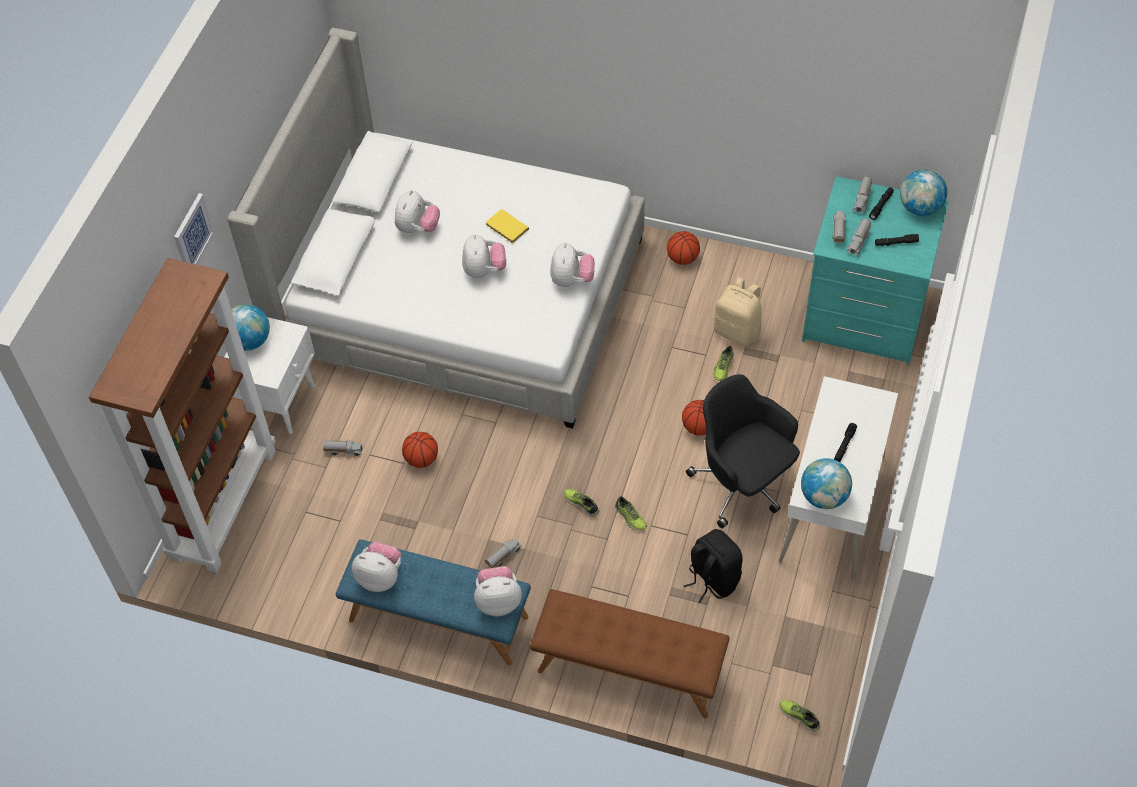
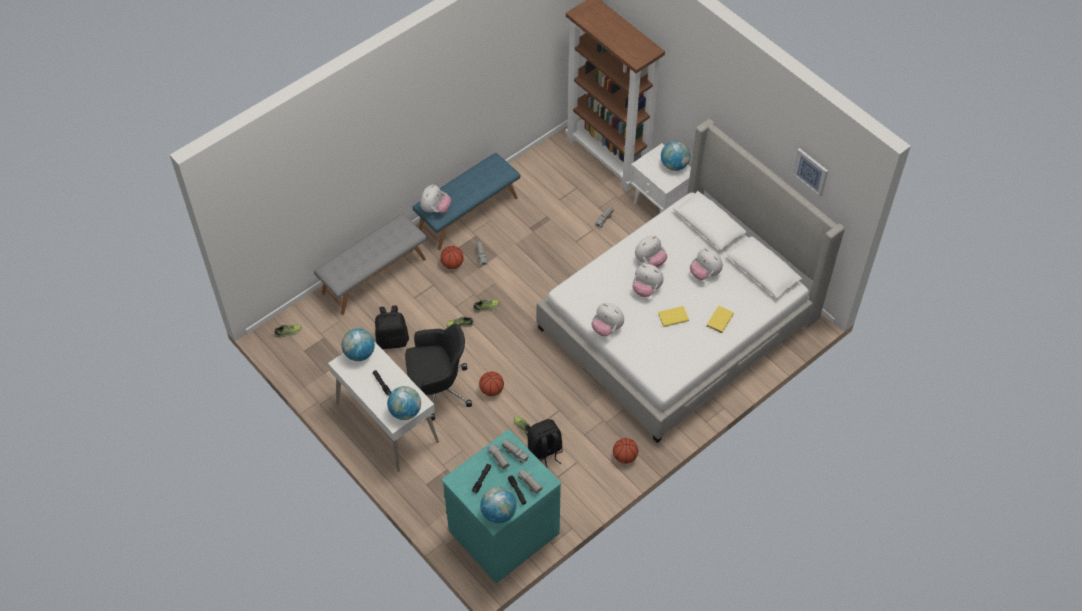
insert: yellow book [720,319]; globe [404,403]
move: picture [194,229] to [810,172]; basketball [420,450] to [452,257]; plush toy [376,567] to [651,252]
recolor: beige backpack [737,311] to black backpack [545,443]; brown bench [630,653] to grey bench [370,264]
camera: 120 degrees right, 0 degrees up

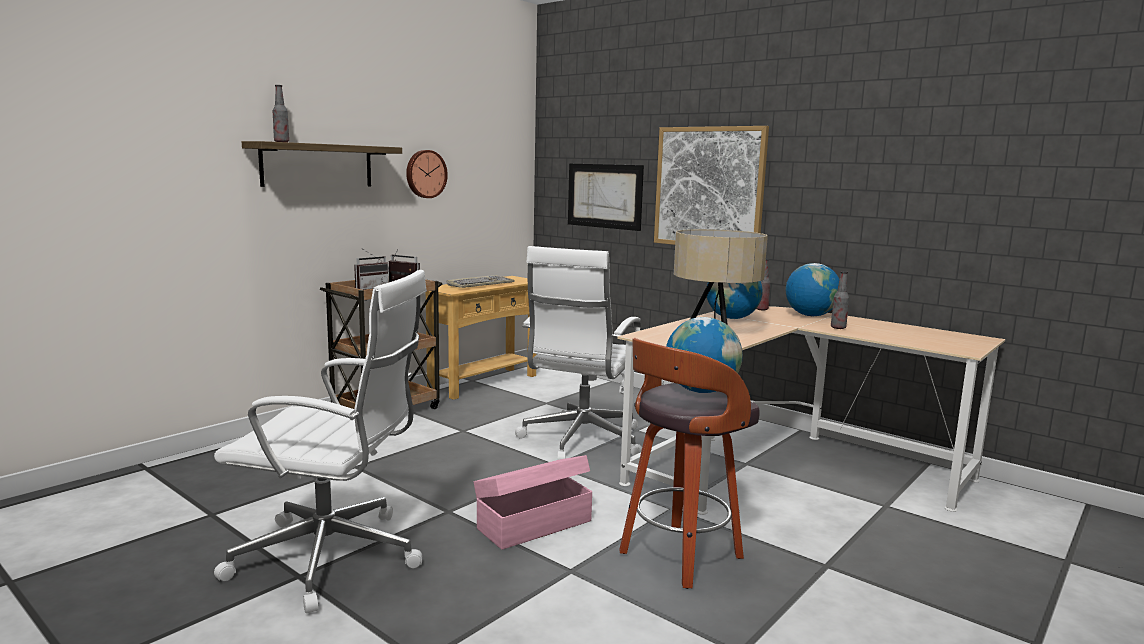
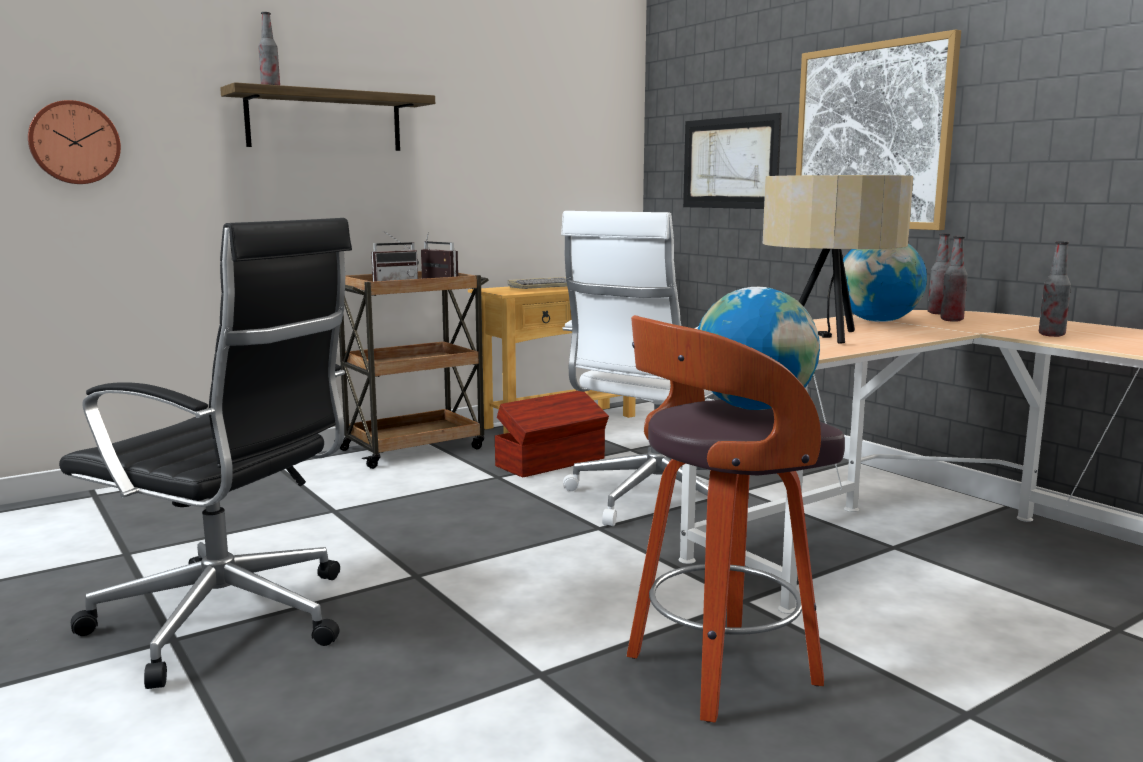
delete: globe [813,289]; pink storage box [533,502]
insert: bottle [954,279]; brown storage box [552,434]
move: wall clock [427,174] to [74,142]
recolor: white office chair [320,441] to black office chair [205,453]
camera: 15 degrees right, 0 degrees up

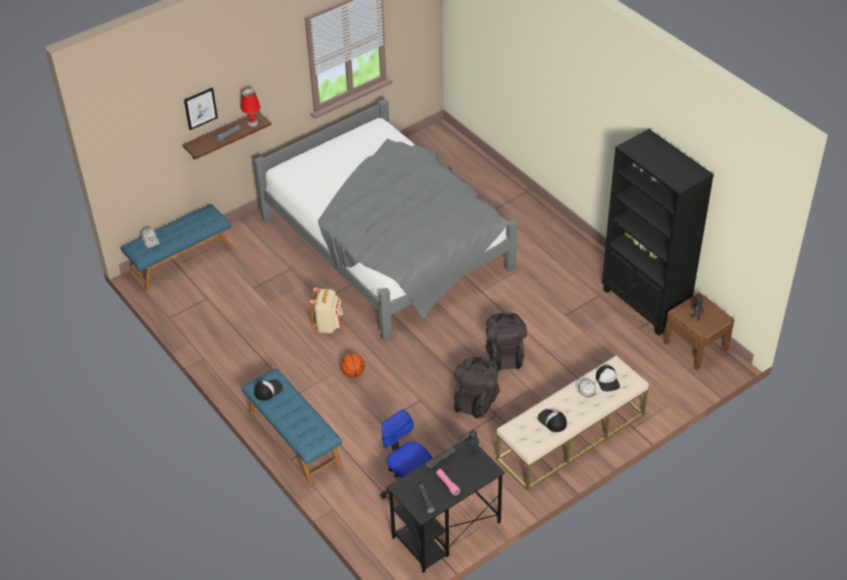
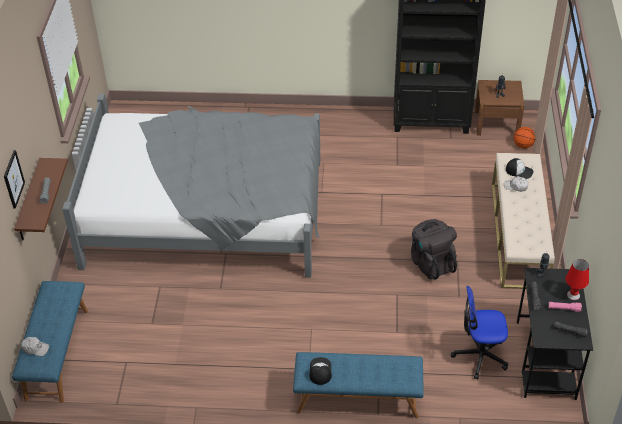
delete: beige backpack [326,310]; black backpack [506,341]; cap [552,420]
move: red table lamp [250,108] to [577,279]; basketball [353,365] to [524,137]
camera: 50 degrees left, 0 degrees up

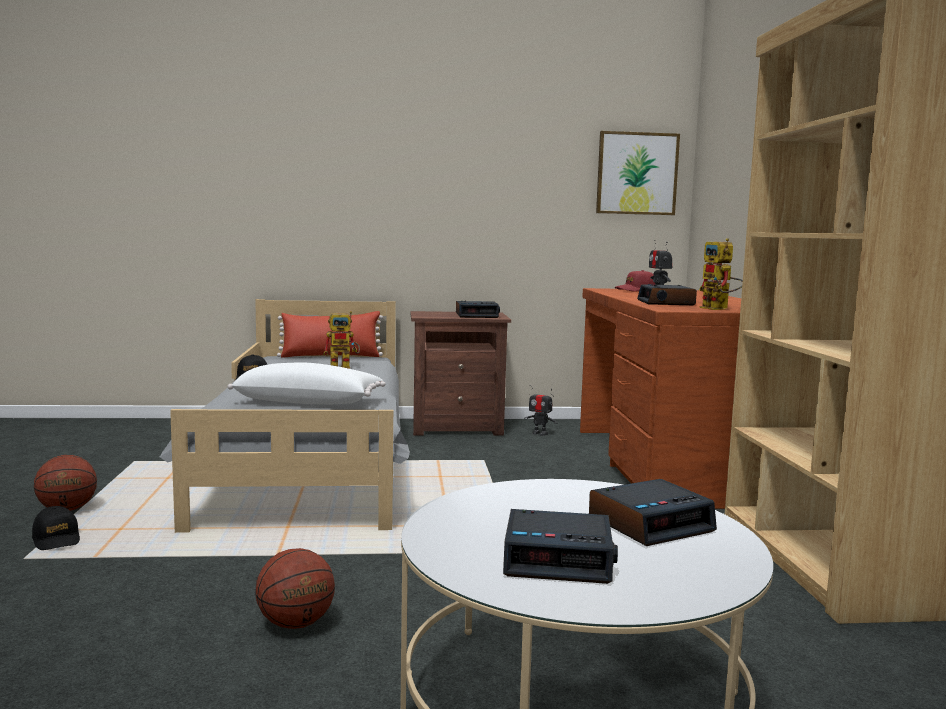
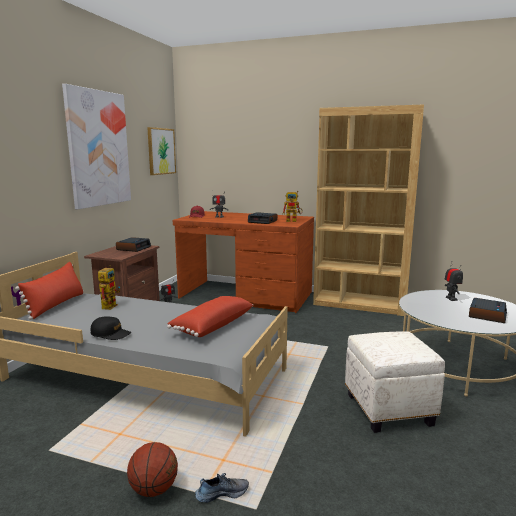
insert: picture [96,146]
replace: alarm clock [653,512] to toy robot [454,281]; black cap [56,528] to shoe [222,488]; basketball [295,588] to white ottoman [395,382]
recolor: white pillow [306,383] to red pillow [210,316]
camera: 65 degrees left, 5 degrees up

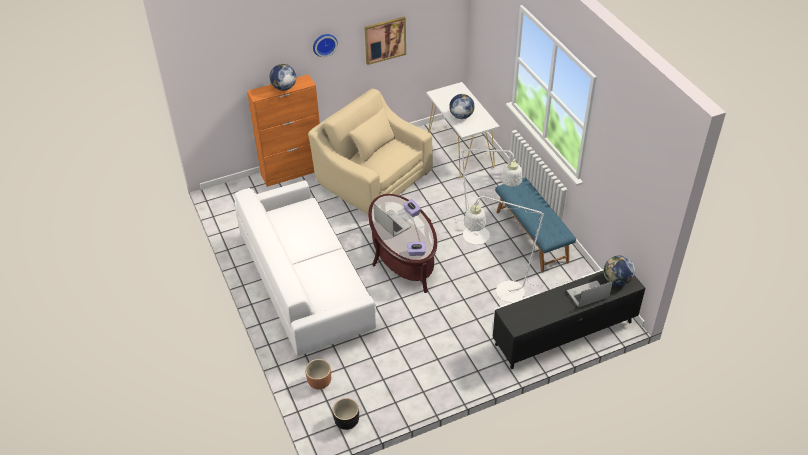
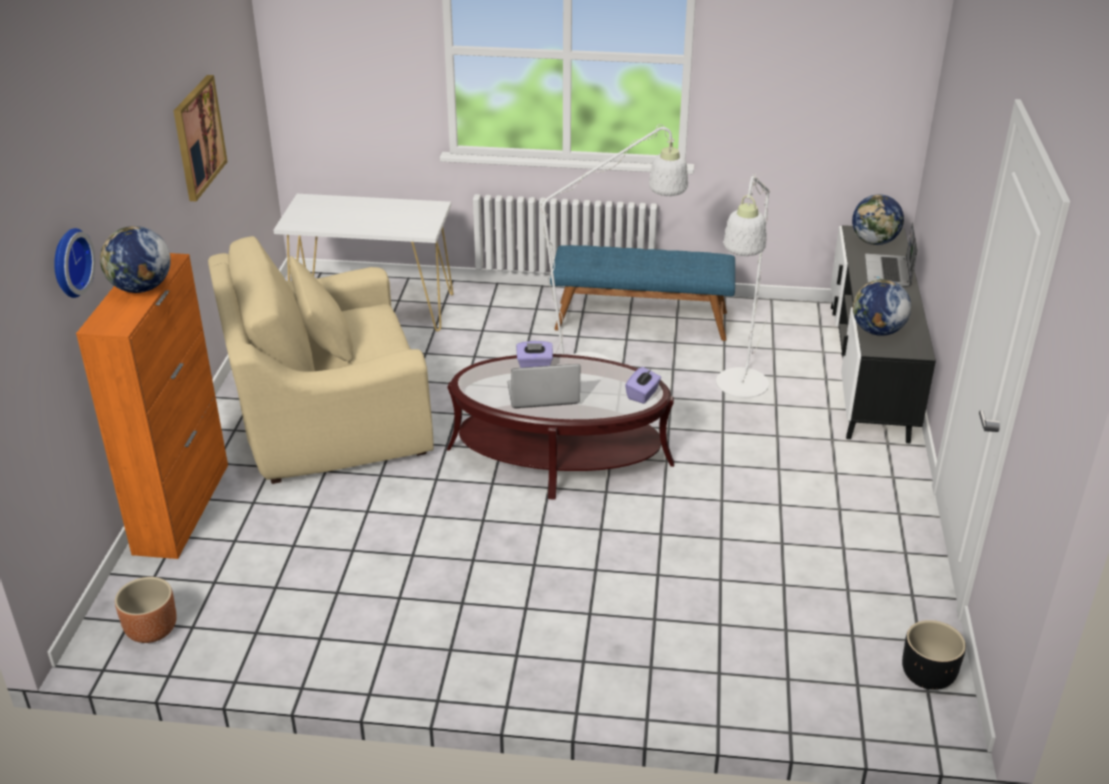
delete: white sofa [305,268]
move: wall clock [325,45] to [75,263]; globe [462,106] to [882,307]; brown planter [318,374] to [146,610]
camera: 60 degrees left, 10 degrees down

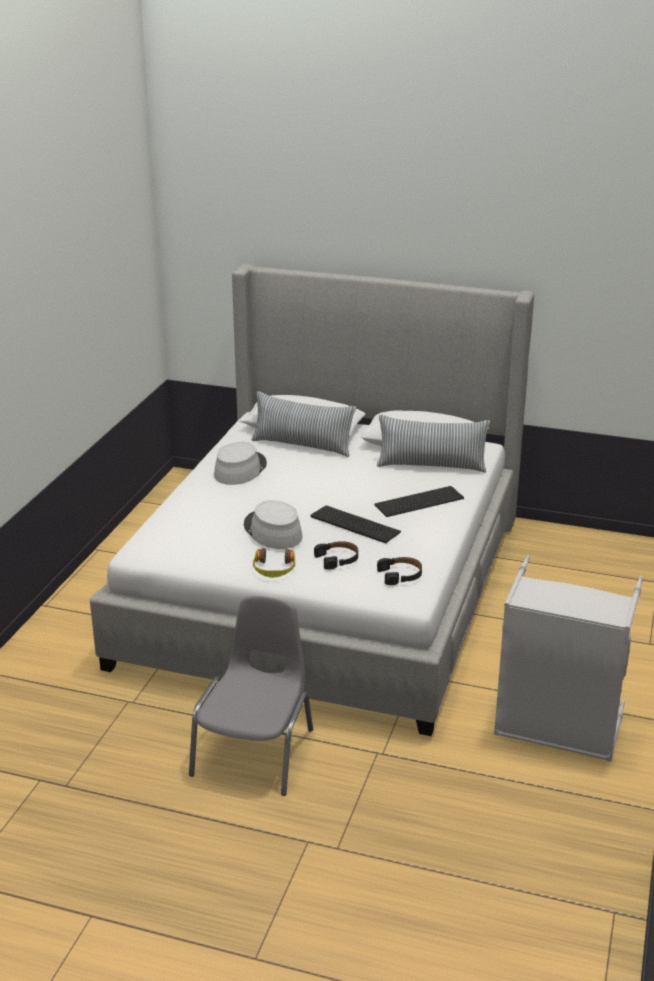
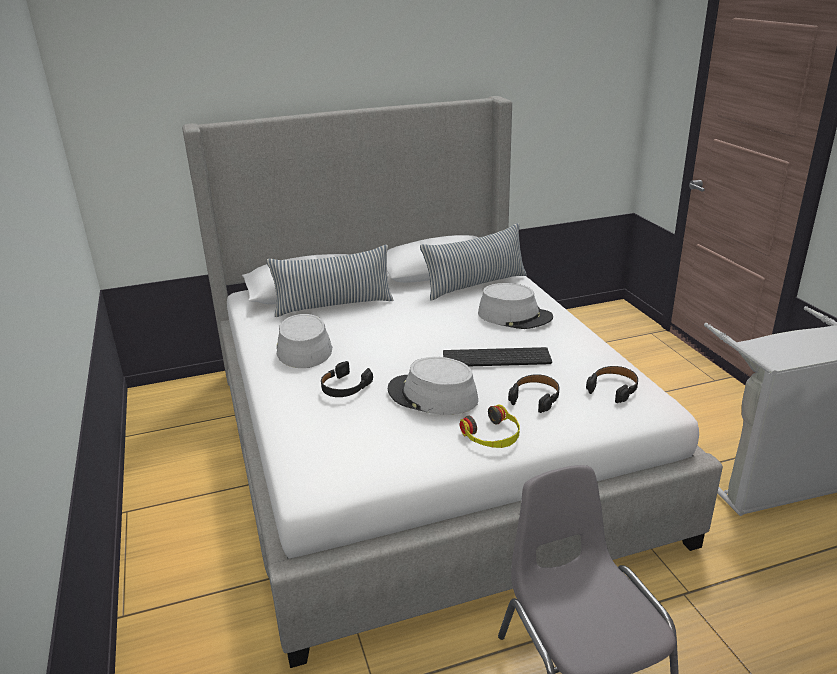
insert: black headphones [347,379]
replace: keyboard [419,501] to grey hat [515,306]
camera: 35 degrees left, 0 degrees up

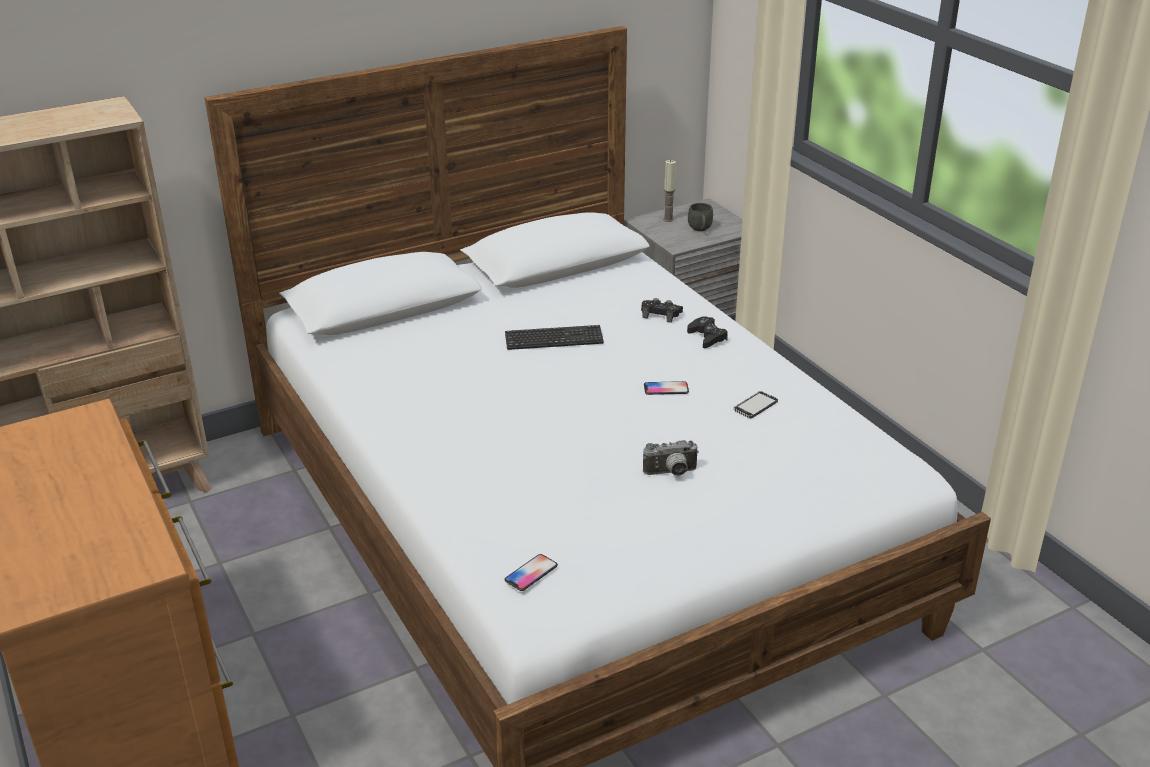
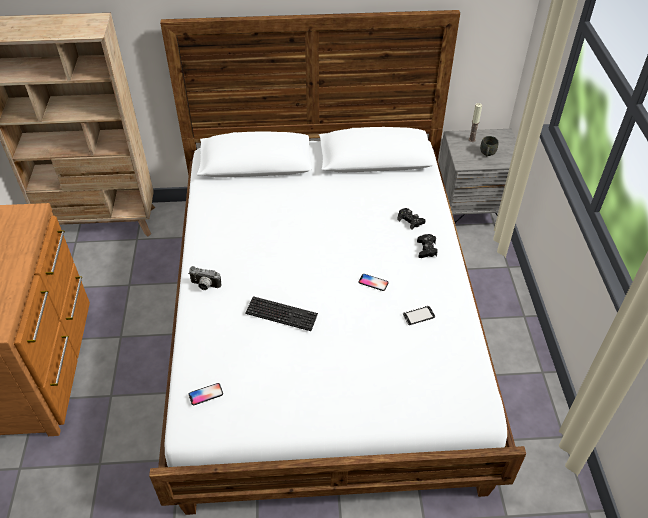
move: keyboard [554,337] to [281,313]; photo camera [671,458] to [204,278]
camera: 25 degrees right, 15 degrees up

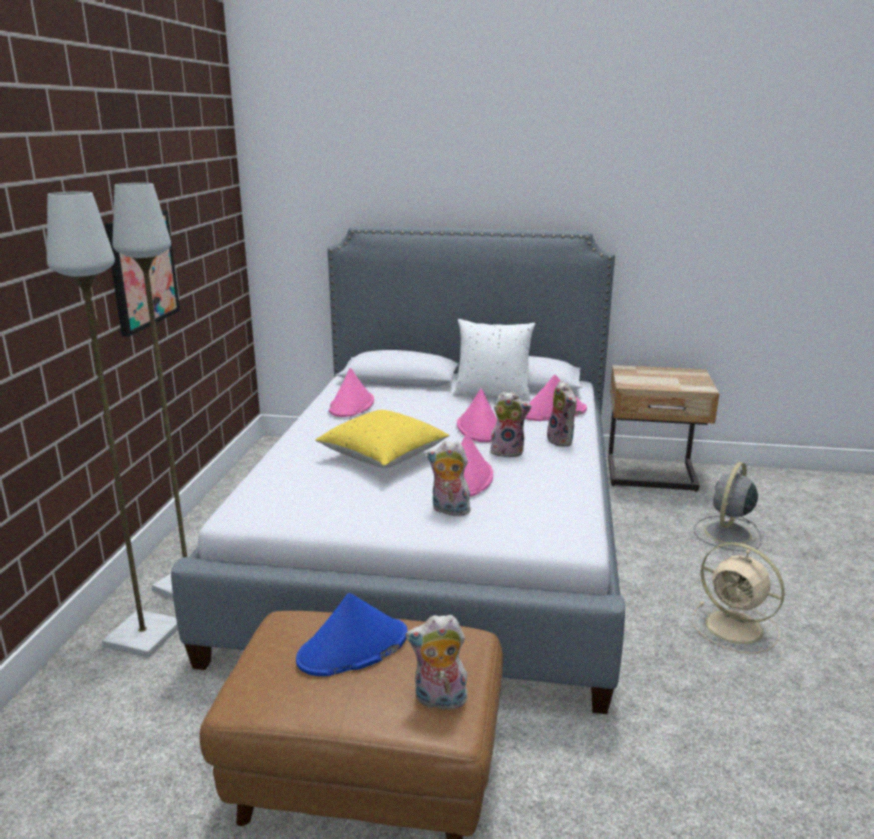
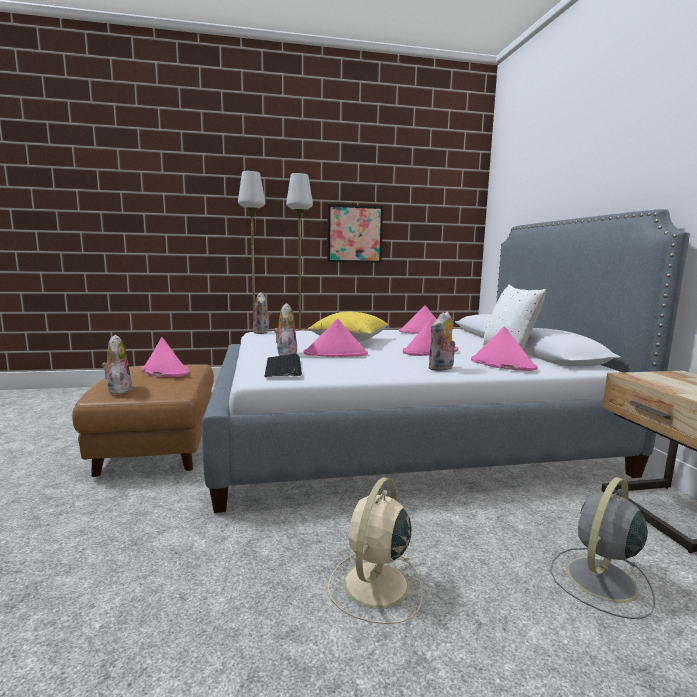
insert: keyboard [283,365]
move: plush toy [511,424] to [262,313]
recolor: blue hat [351,634] to pink hat [165,357]
rotate: grey fan [727,507] = [602,548] 60 degrees counterclockwise
camera: 70 degrees right, 10 degrees down

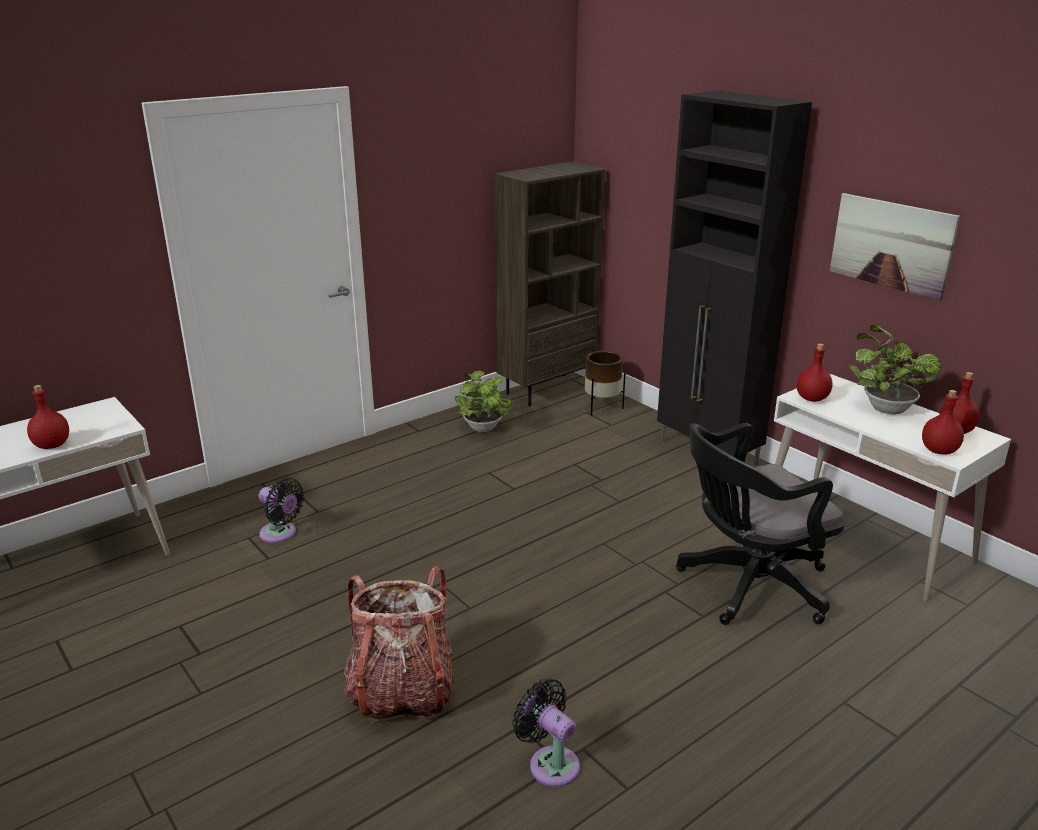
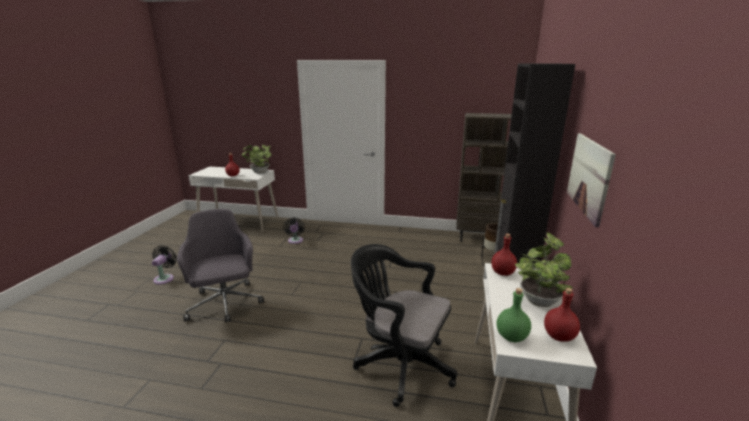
move: potted plant [483,401] to [256,159]; black fan [546,732] to [164,265]
replace: backpack [399,645] to grey office chair [220,266]
recolor: red bottle [943,422] to green bottle [514,315]
camera: 50 degrees right, 5 degrees down

